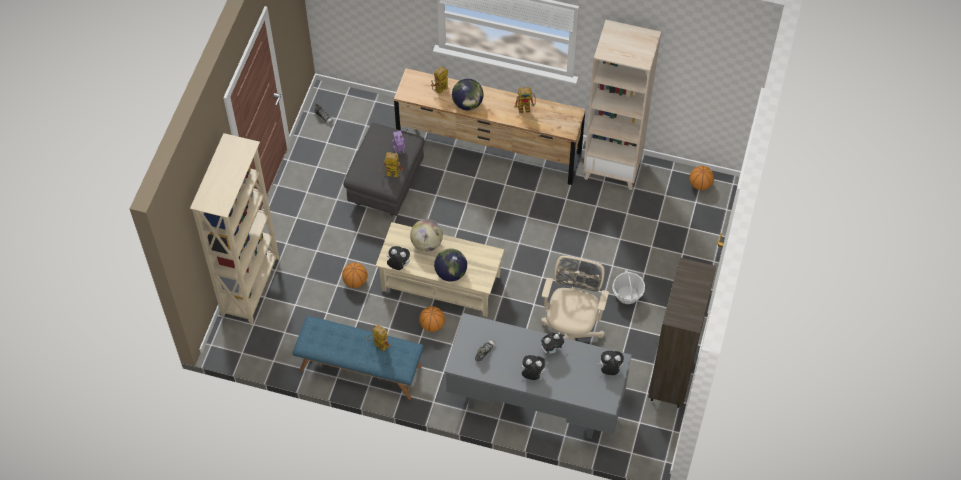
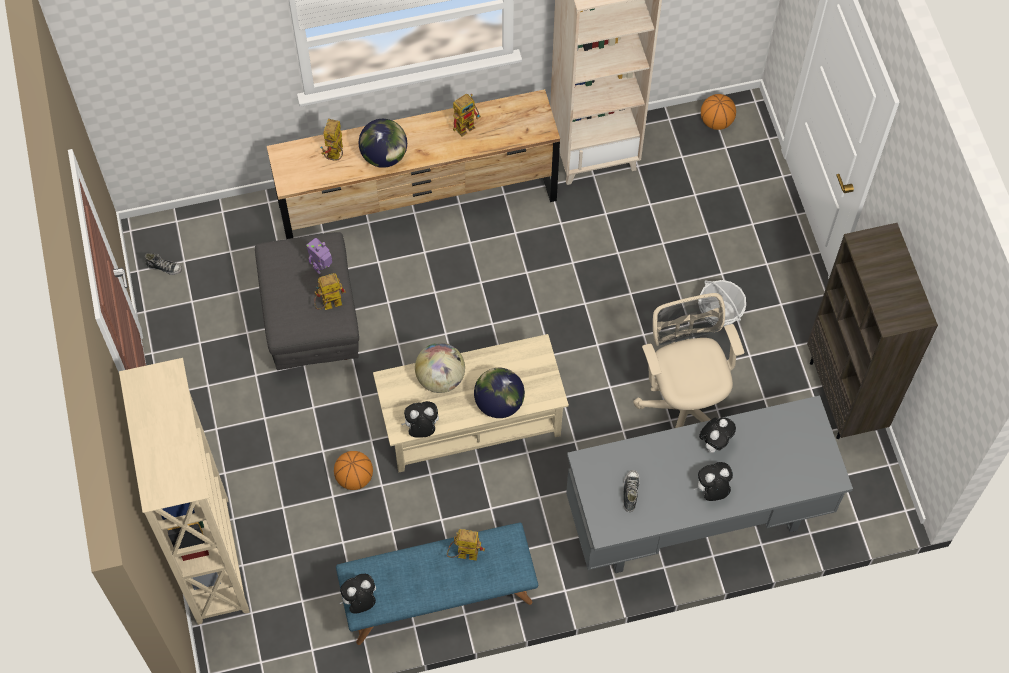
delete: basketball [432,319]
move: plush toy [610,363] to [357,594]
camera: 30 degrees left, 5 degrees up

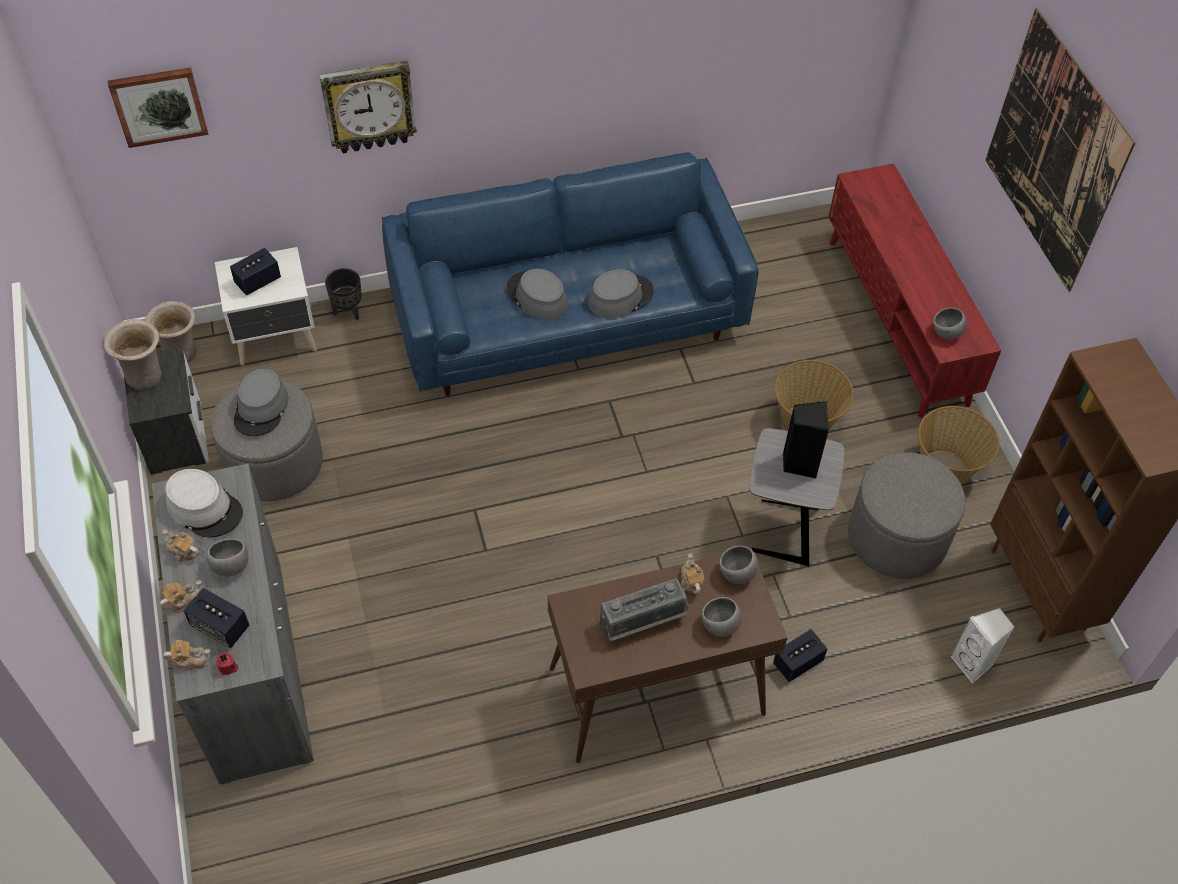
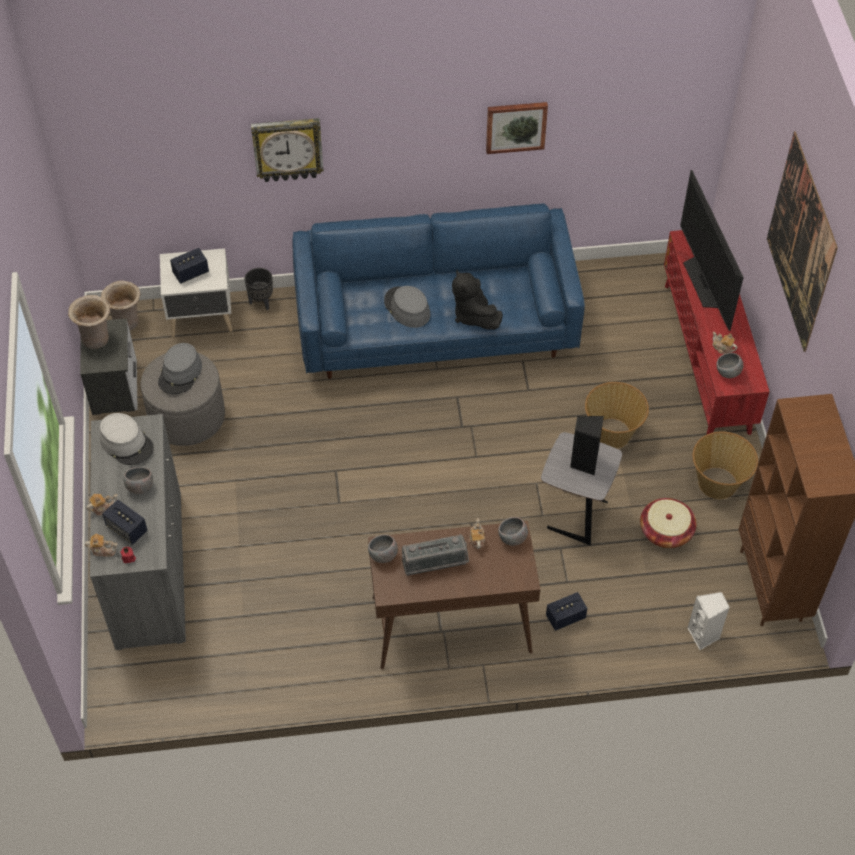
insert: television [712,250]
move: picture [158,107] to [517,128]; teapot [180,546] to [724,343]; grey bowl [722,617] to [383,548]
replace: grey hat [621,293] to black plush toy [477,300]; grey ottoman [906,515] to basket [668,523]
camera: 10 degrees right, 0 degrees up

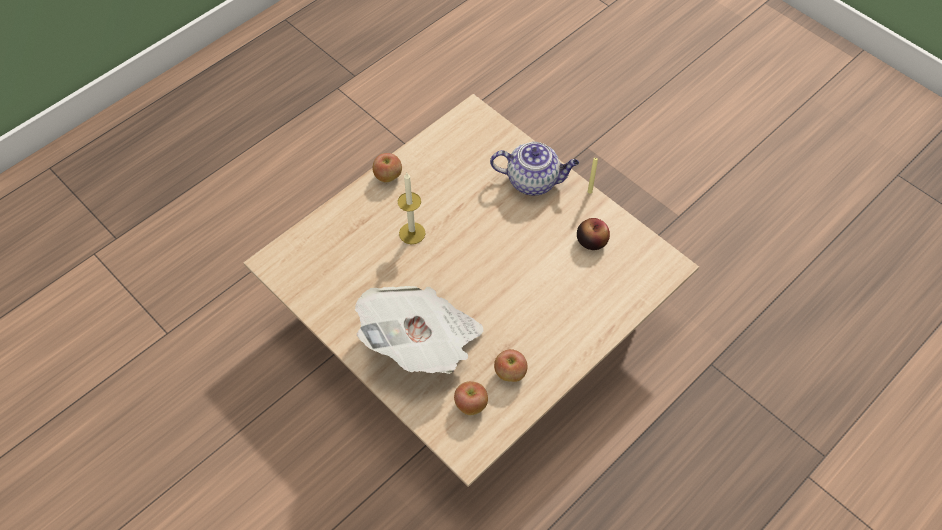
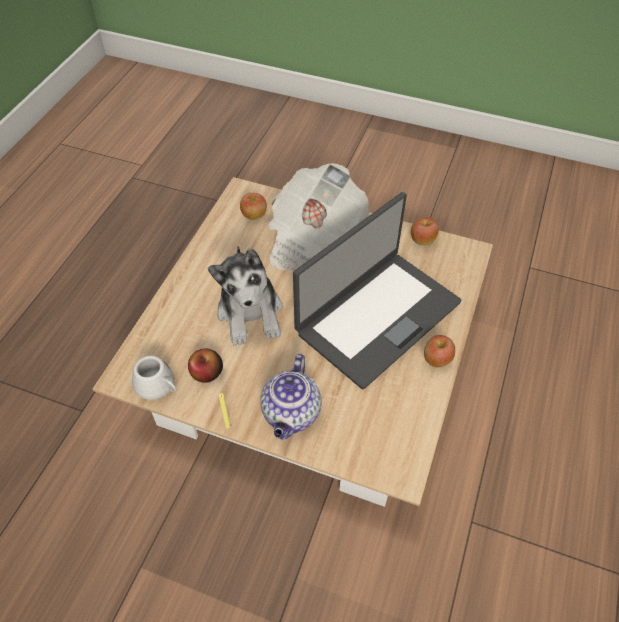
insert: plush toy [245,296]; white mug [154,377]
move: apple [510,365] to [425,231]
replace: candle [412,208] to laptop [377,290]
rotate: teapot [534,168] = [291,397] 60 degrees counterclockwise
camera: 155 degrees right, 5 degrees down

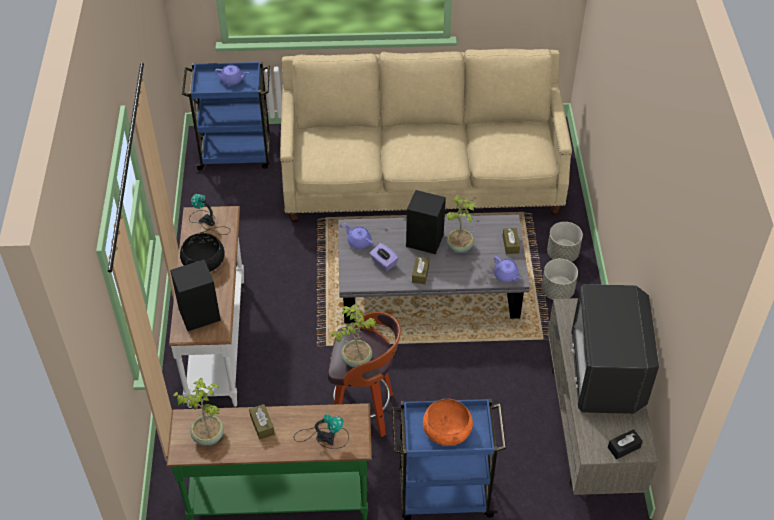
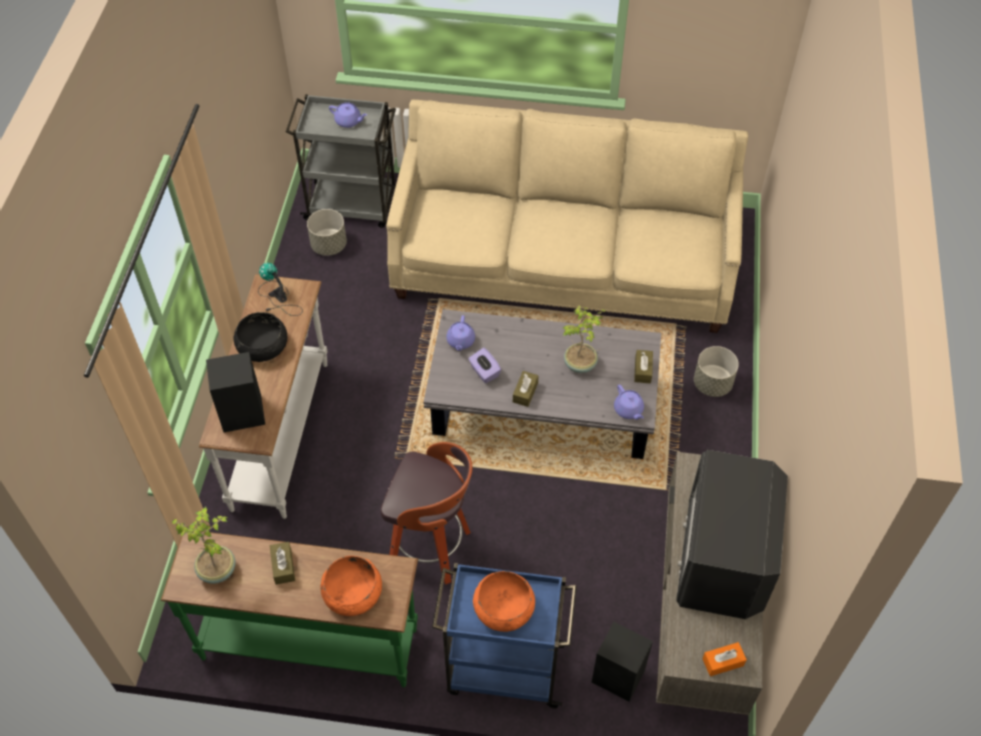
delete: potted plant [354,335]
move: black speaker [426,222] to [622,662]; grey planter [560,279] to [327,232]
replace: table lamp [321,431] to orange bowl [351,586]
recolor: blue cart [226,116] to grey cart [341,161]; black tissue box [625,444] to orange tissue box [724,659]
rotate: purple teapot [358,236] = [460,333] 135 degrees counterclockwise
camera: 10 degrees right, 5 degrees up

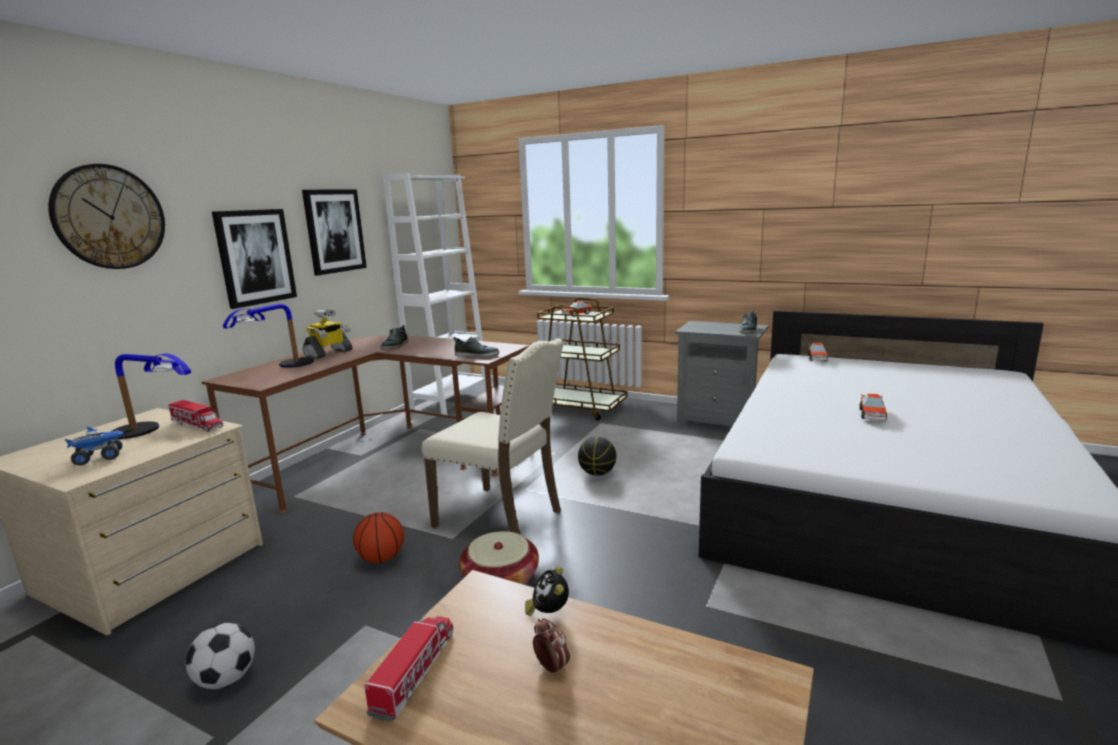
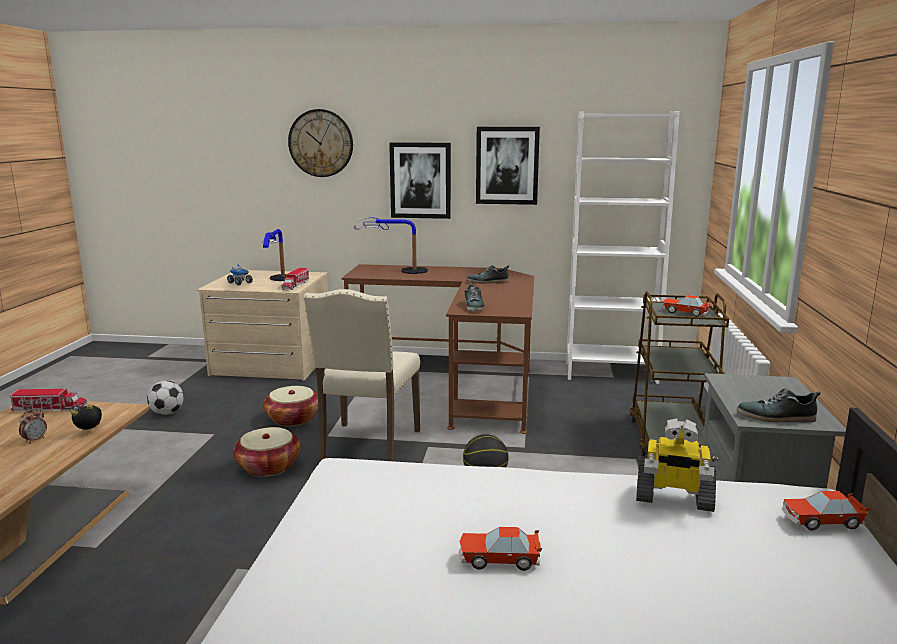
move: toy robot [327,334] to [676,465]
replace: basketball [378,537] to basket [290,406]
camera: 70 degrees right, 0 degrees up

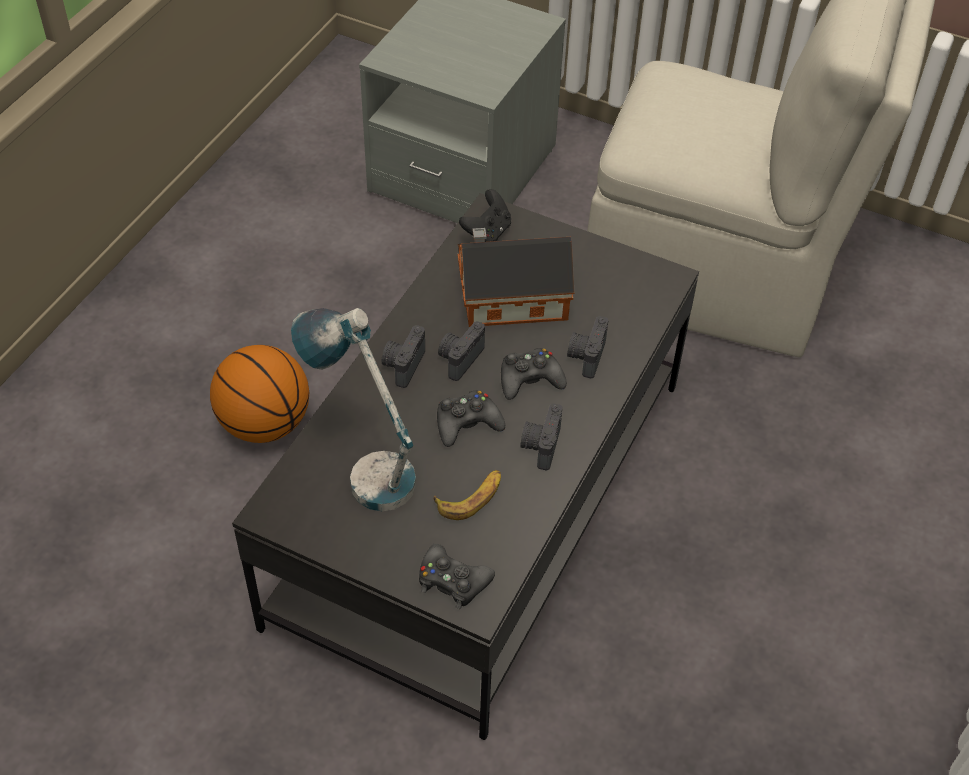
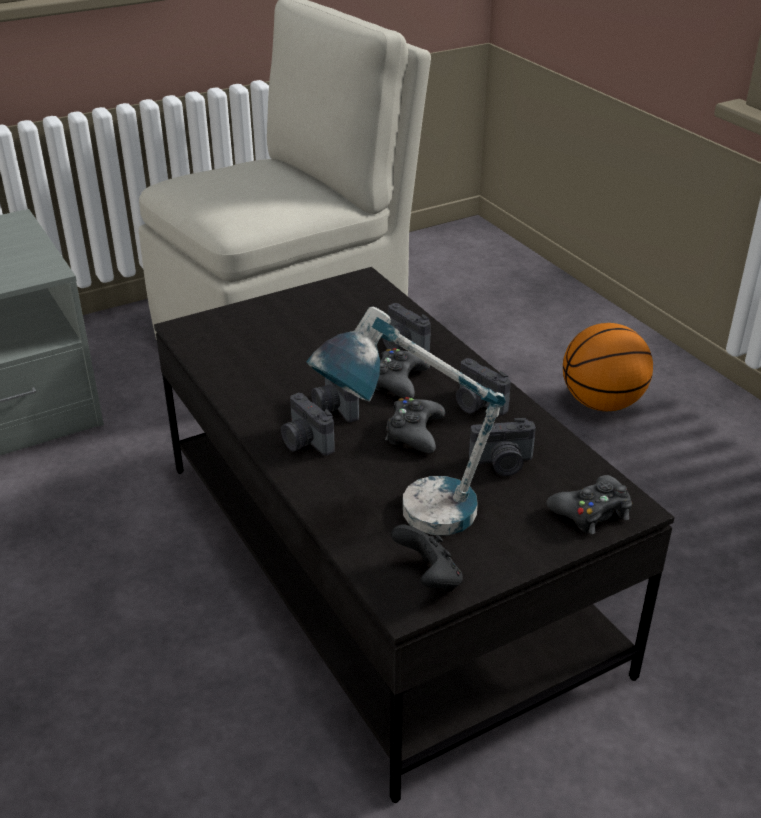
delete: toy house [516,277]
move: black game controller [485,215] to [427,558]; basketball [259,394] to [608,367]
replace: banana [467,495] to photo camera [502,447]
camera: 55 degrees left, 15 degrees down

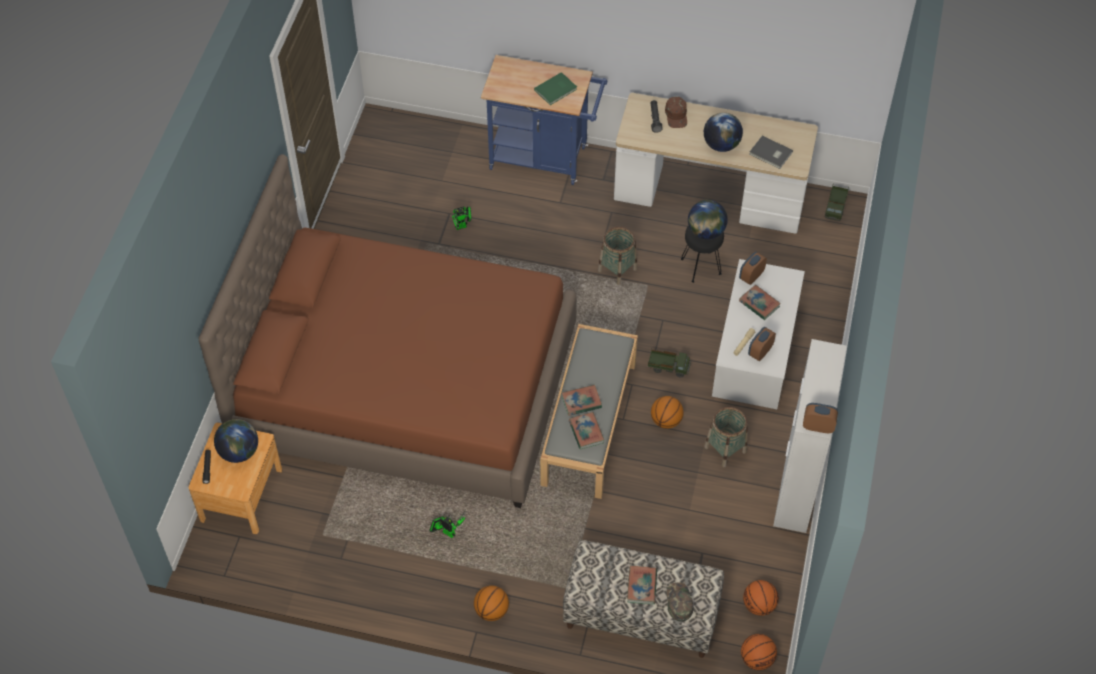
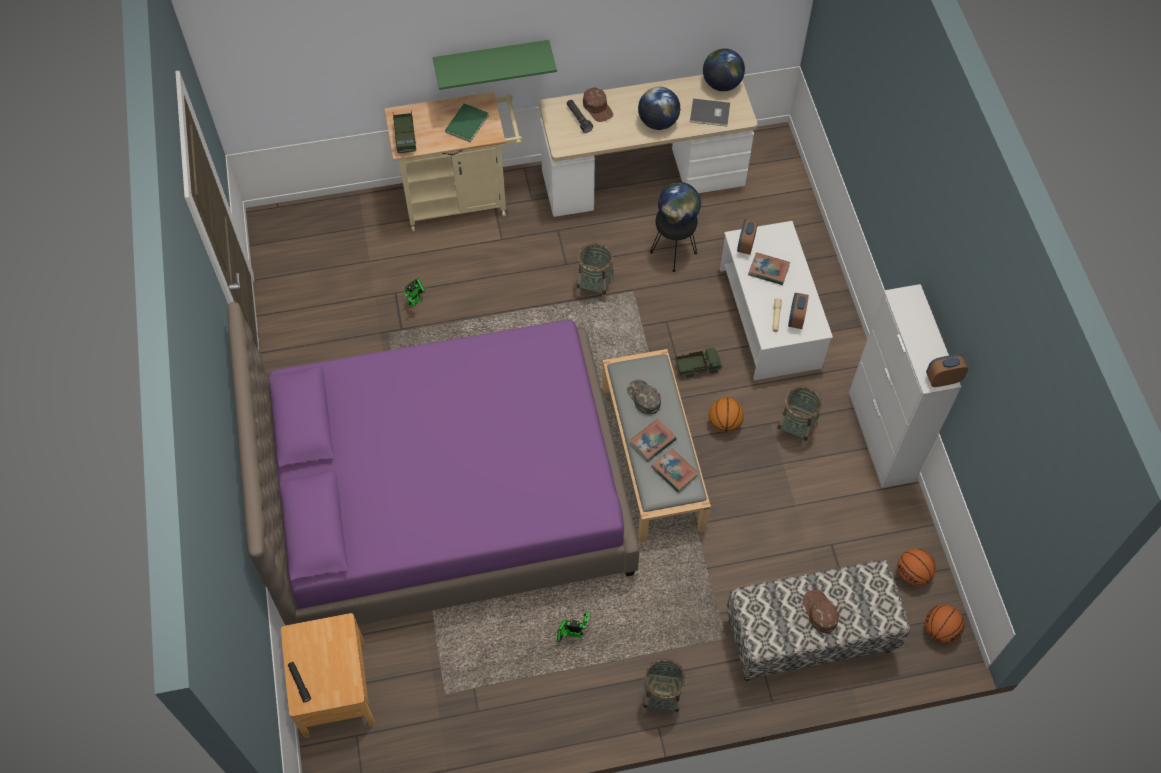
insert: green shelf [495,65]
move: toy truck [837,203] to [404,132]; globe [236,441] to [724,69]; green cap [680,602] to [644,397]
replace: book [642,585] to brown cap [821,611]; basketball [491,603] to basket [664,688]
recolor: blue cart [544,120] to beige cart [453,161]; brown bed [388,331] to purple bed [433,463]
camera: 25 degrees left, 5 degrees up

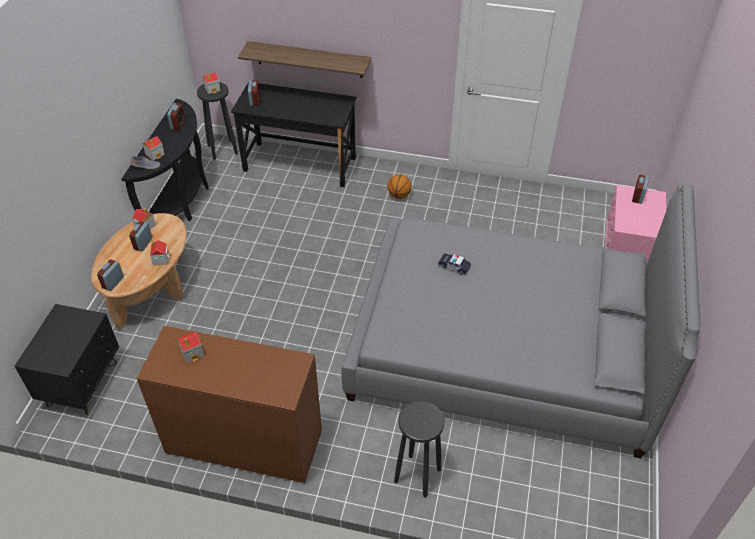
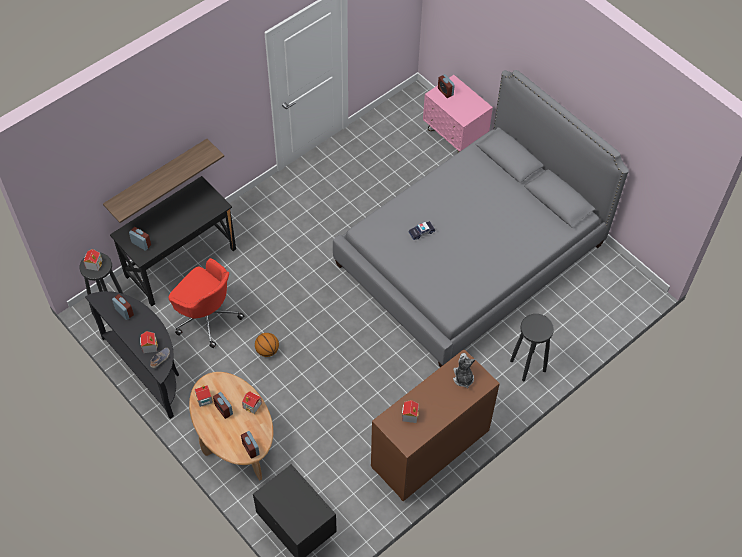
insert: red office chair [206,303]; plush toy [464,370]
move: basketball [399,186] to [267,345]
camera: 55 degrees left, 10 degrees up

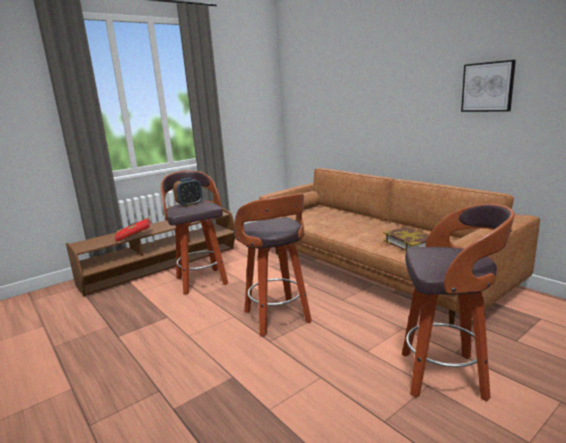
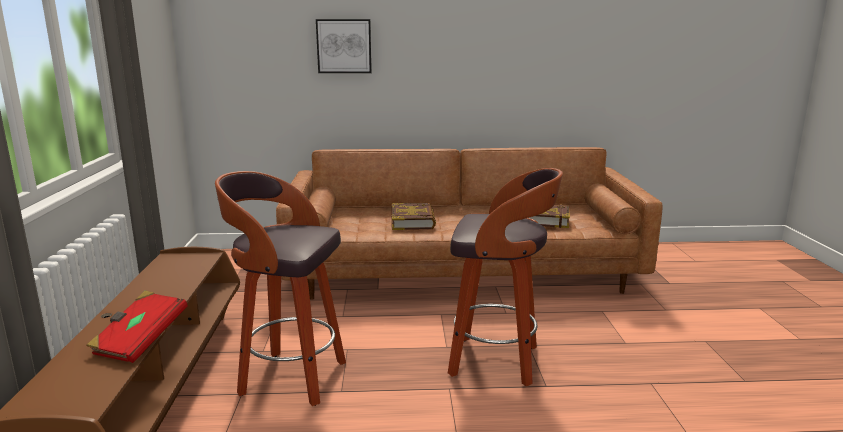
delete: alarm clock [188,192]; stool [458,302]
insert: book [413,216]
move: picture [488,86] to [344,46]
camera: 55 degrees left, 0 degrees up

